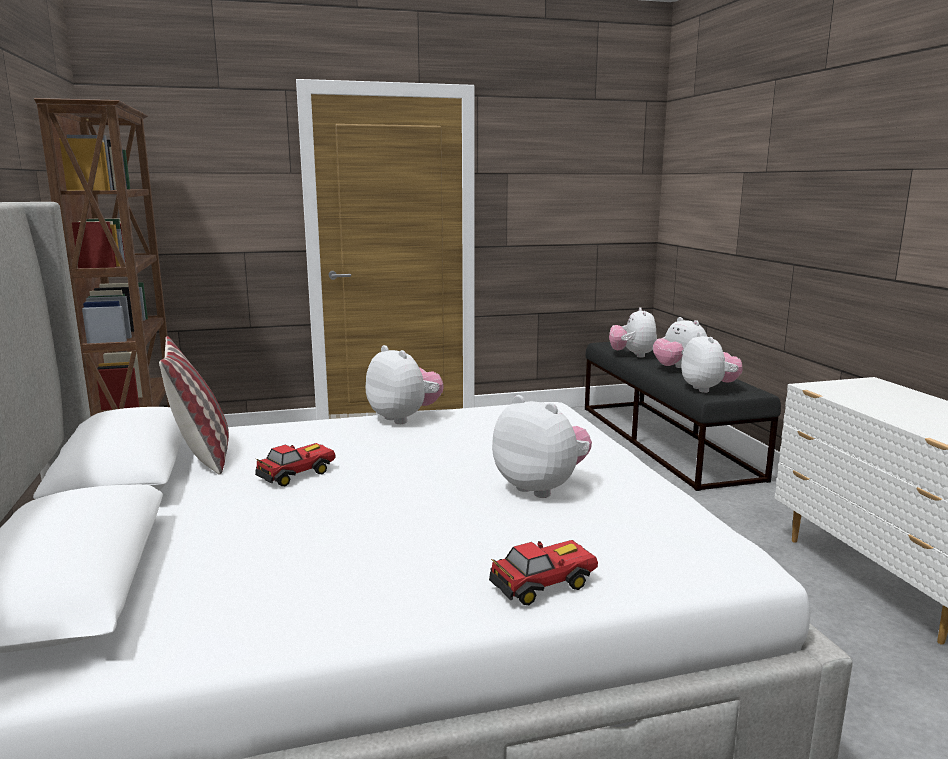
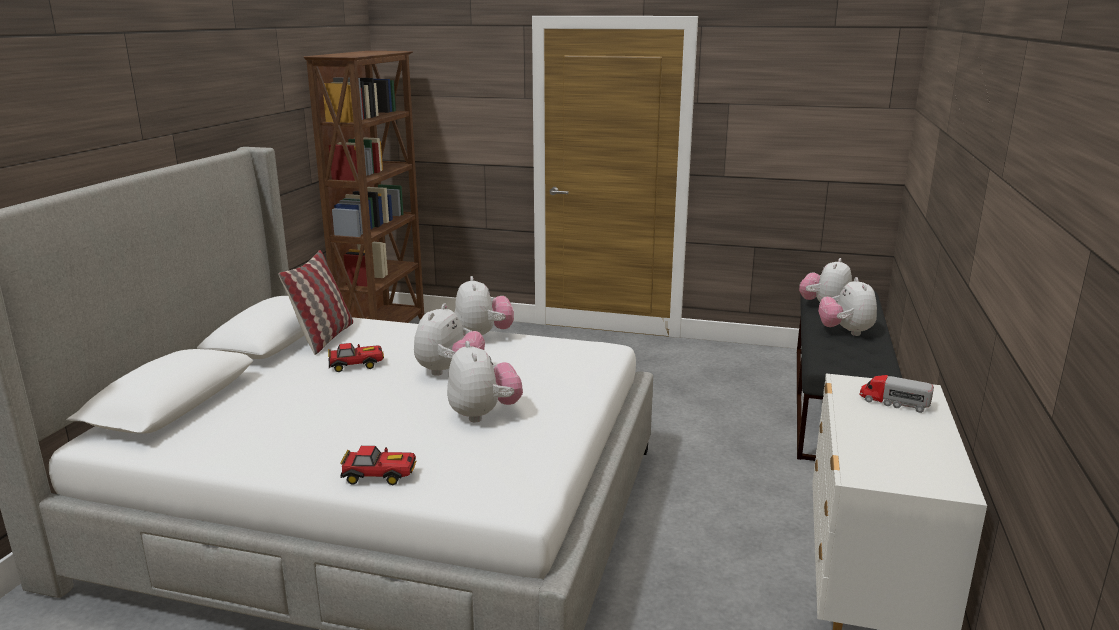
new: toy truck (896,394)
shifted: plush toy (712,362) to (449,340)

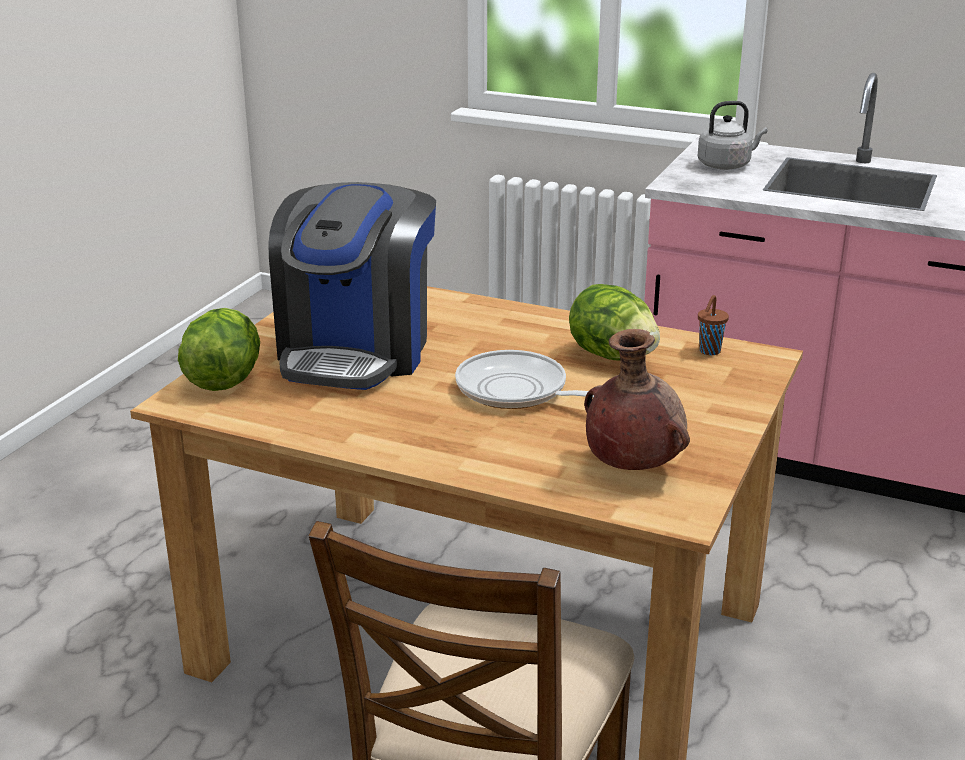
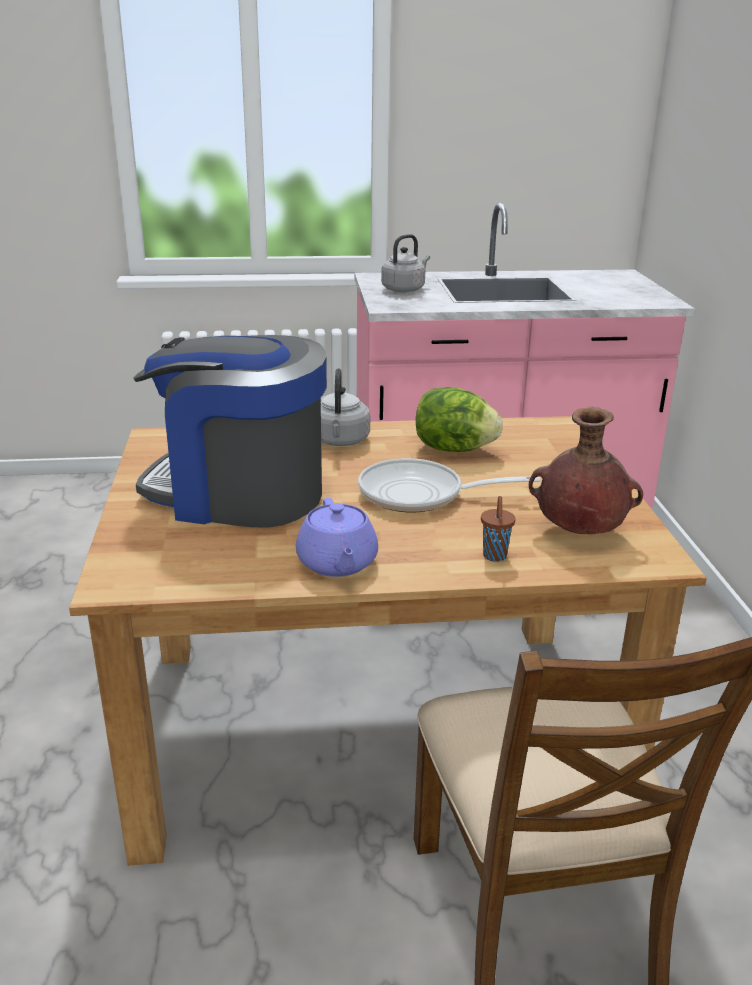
gone: lettuce (219,349)
new: purple teapot (337,537); grey kettle (345,407)
shifted: brown cup (713,325) to (498,529)
rotated: coffee machine (352,286) = (230,431) 120 degrees clockwise

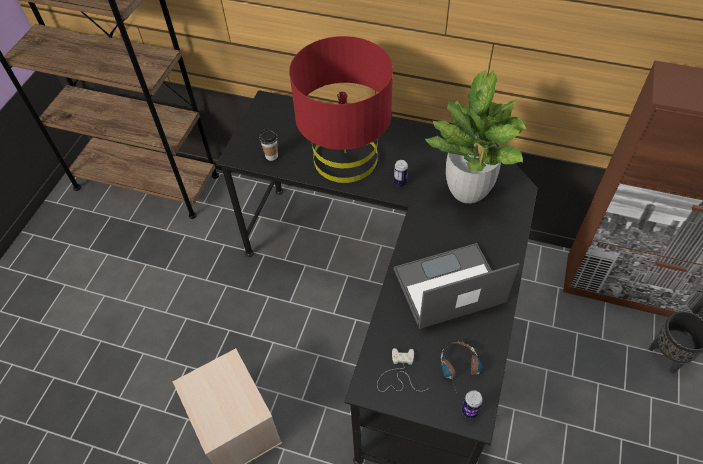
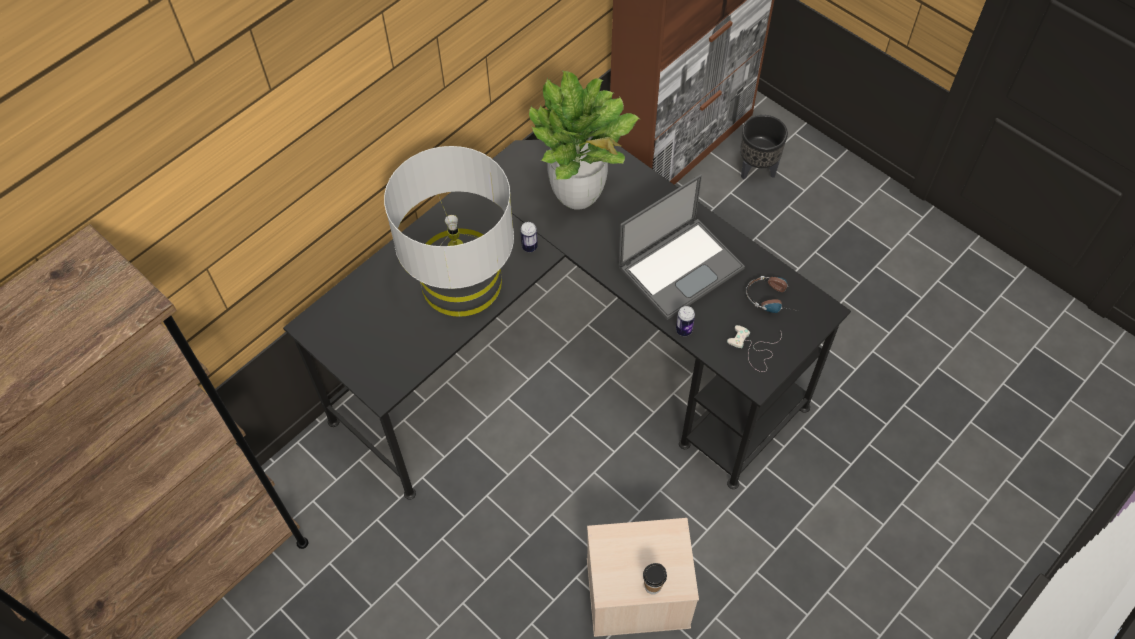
shifted: cup (268,145) to (655,579); can (472,404) to (685,321)
repainted: red table lamp (341,109) to grey table lamp (449,231)
rotated: laptop (457,286) = (681,247) 135 degrees counterclockwise

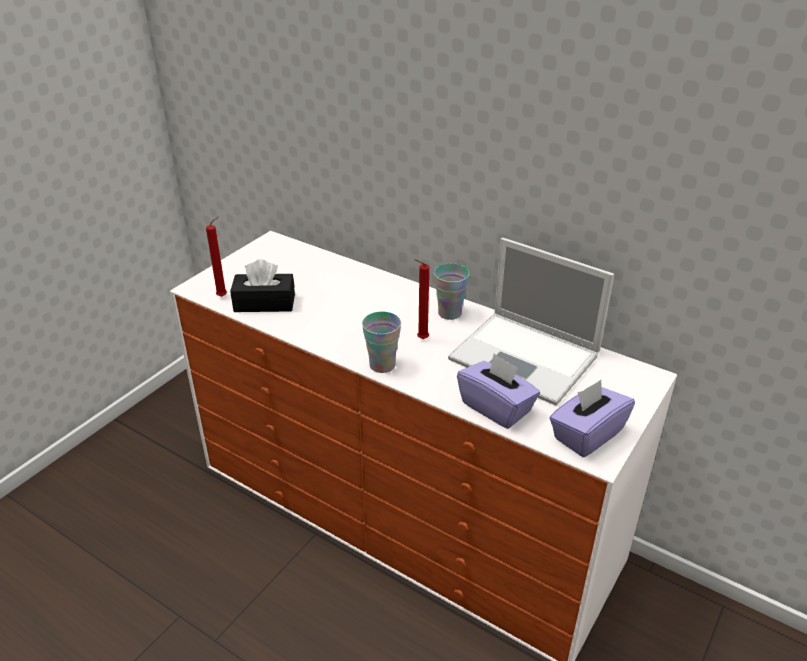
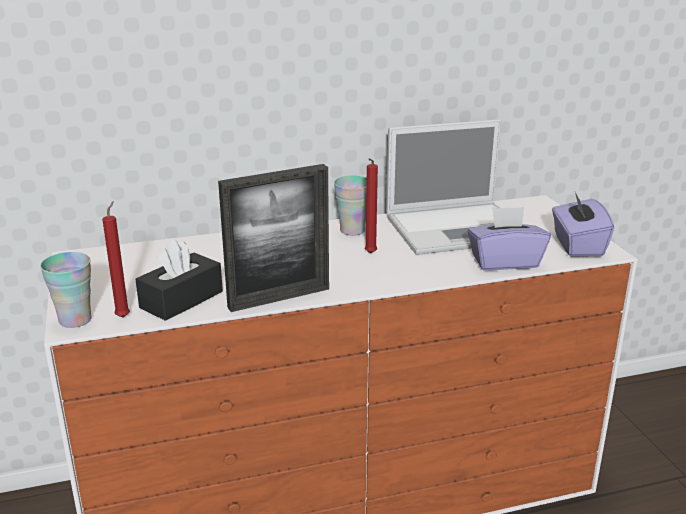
new: picture frame (273,238)
shifted: cup (381,342) to (66,290)

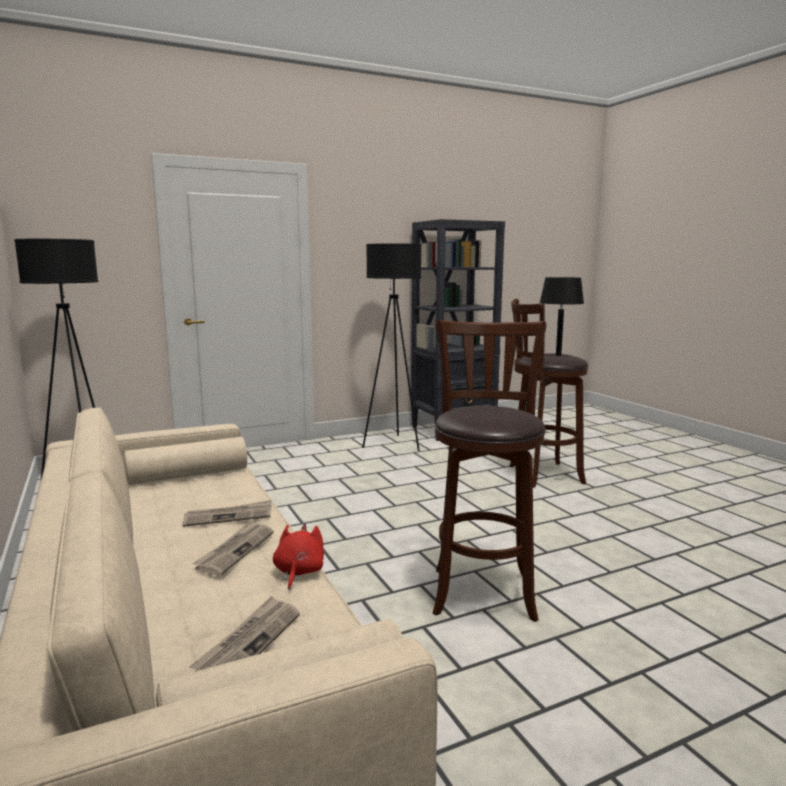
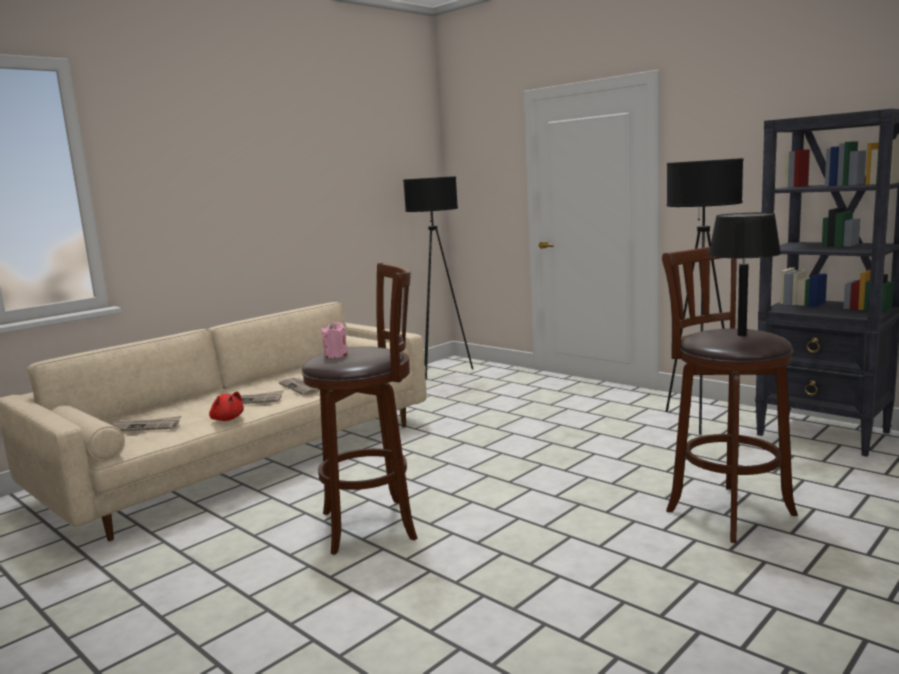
new: pink candle (334,340)
rotated: red plush toy (298,556) = (226,406) 60 degrees clockwise

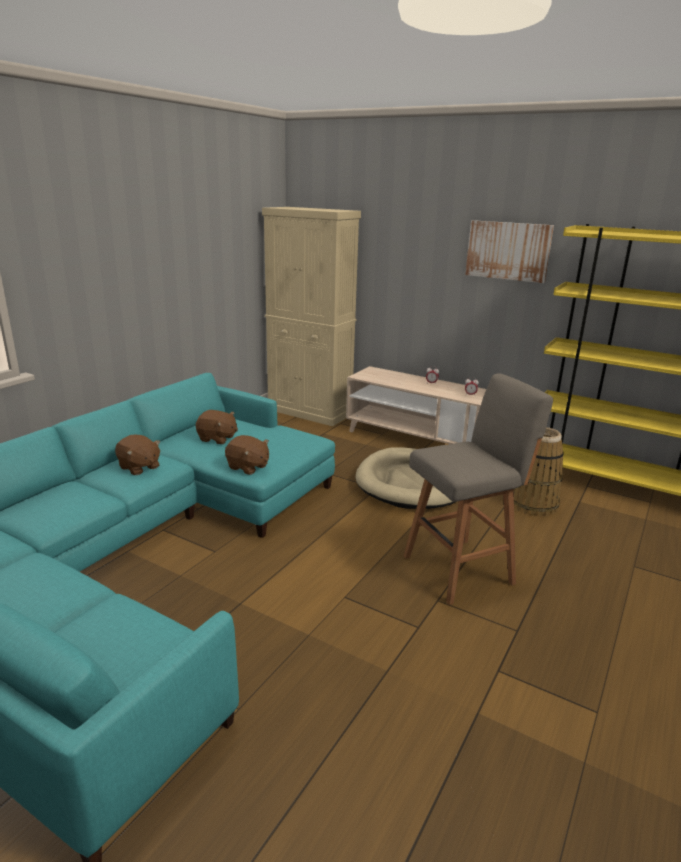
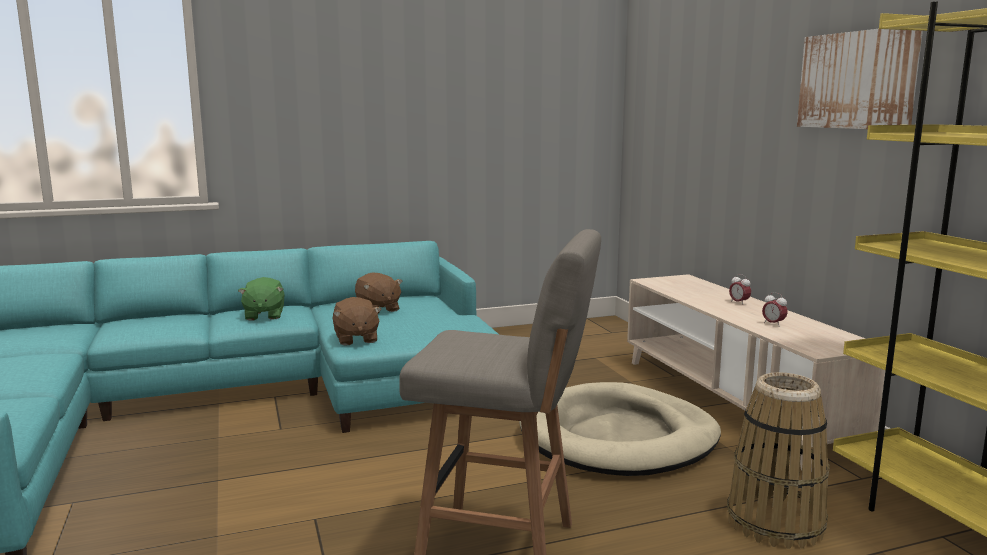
gone: beige cabinet (311,316)
repainted: brown plush toy (137,454) to green plush toy (261,299)

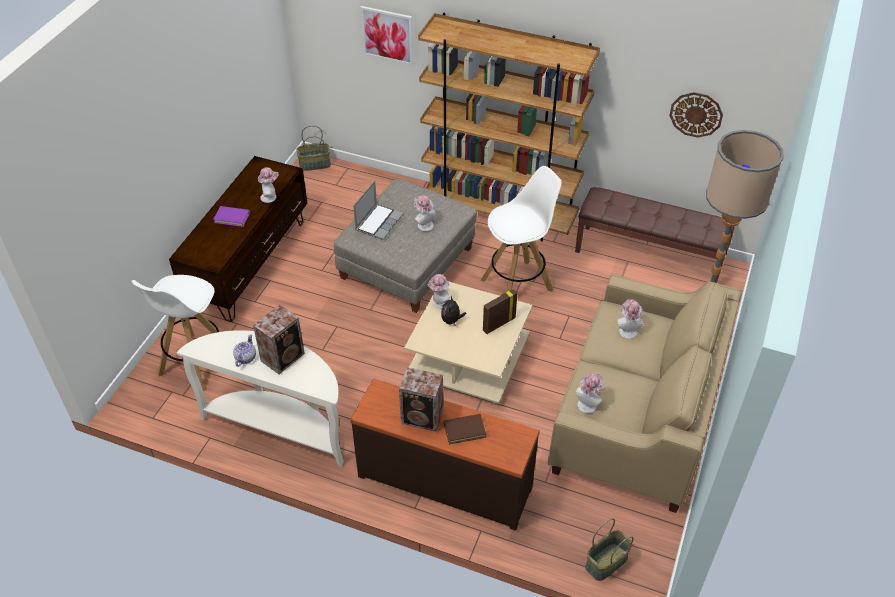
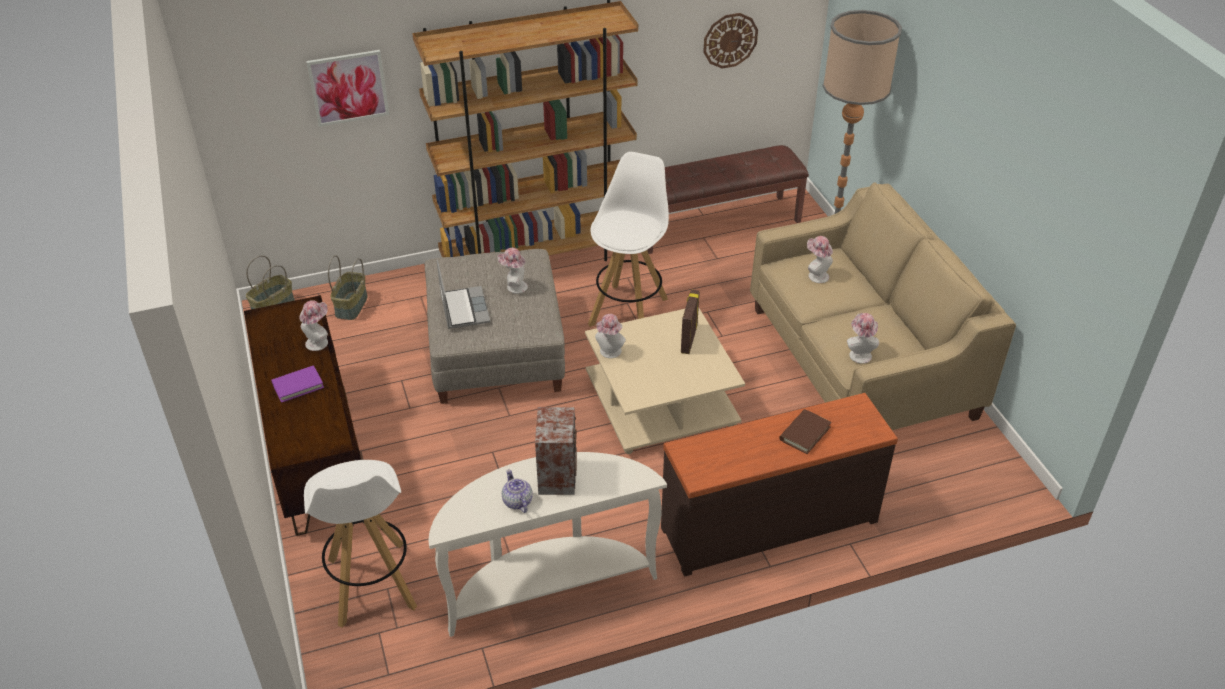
gone: speaker (421,399); plush toy (453,310)
shifted: basket (609,549) to (348,287)

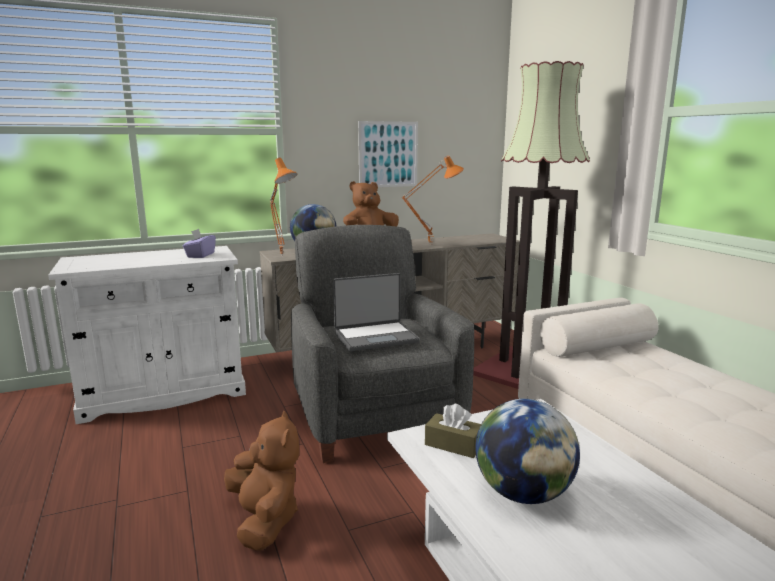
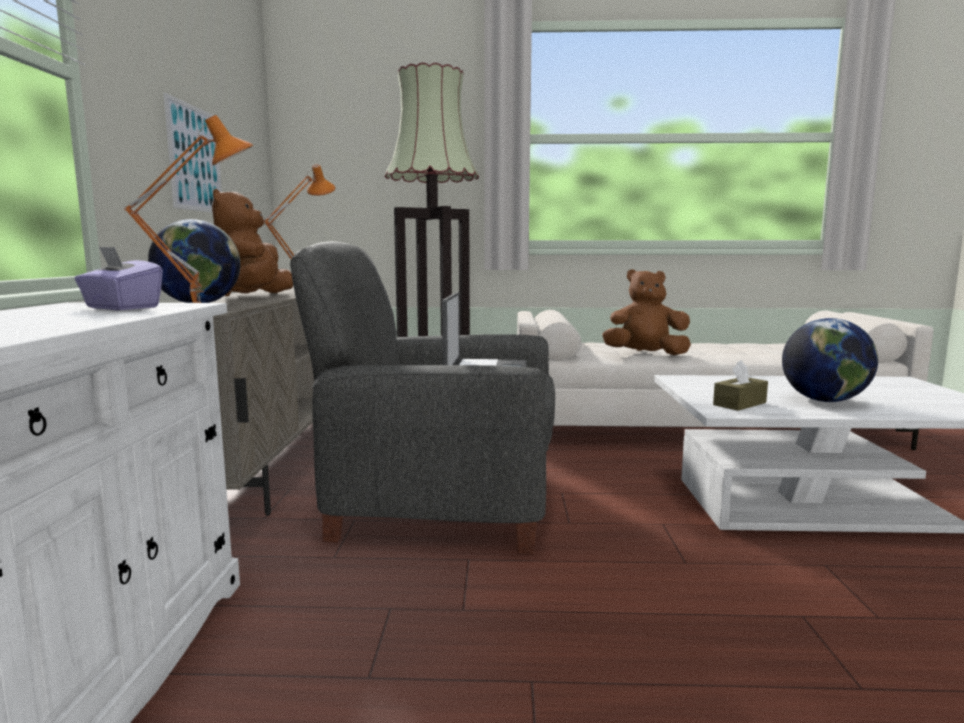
shifted: brown plush toy (262,480) to (646,312)

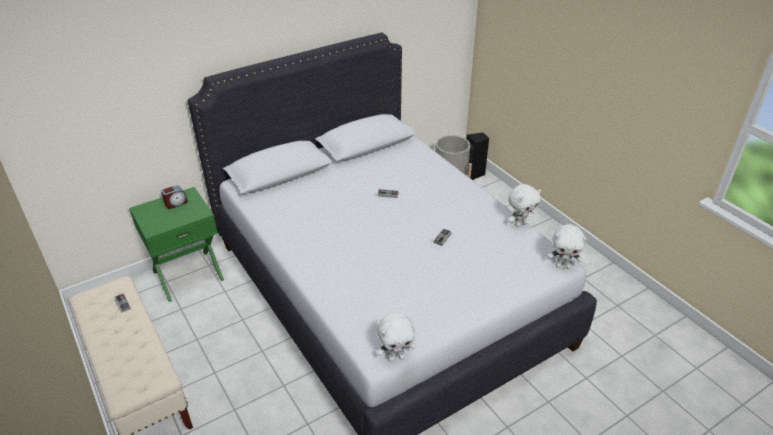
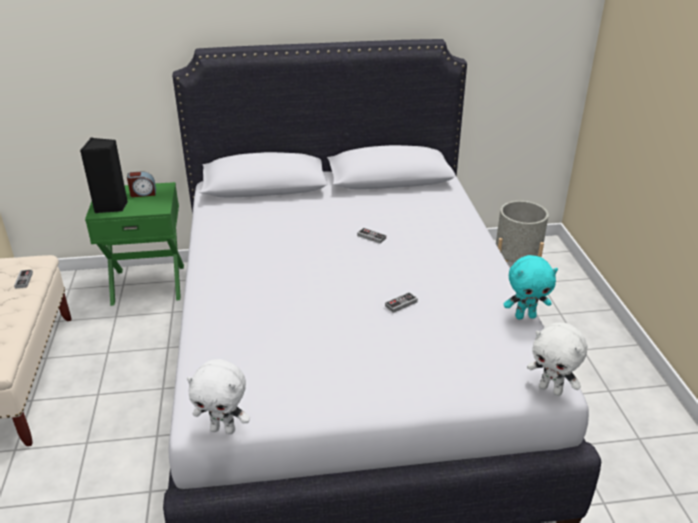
shifted: black speaker (477,156) to (104,175)
repainted: white plush toy (524,205) to turquoise plush toy (531,287)

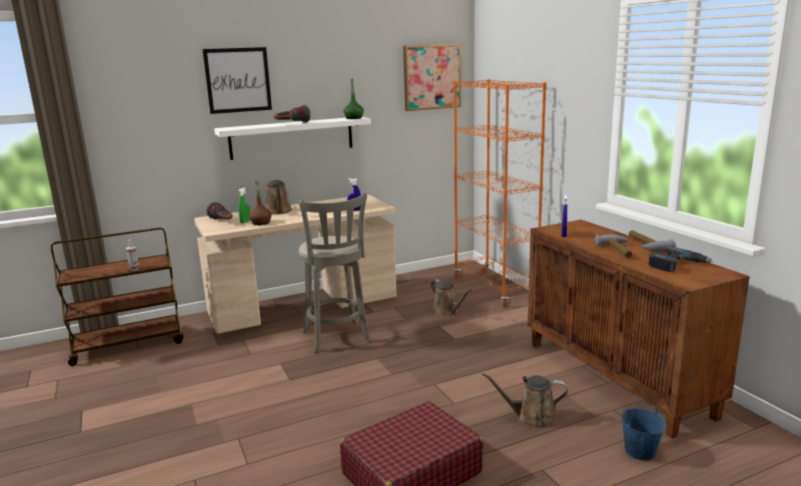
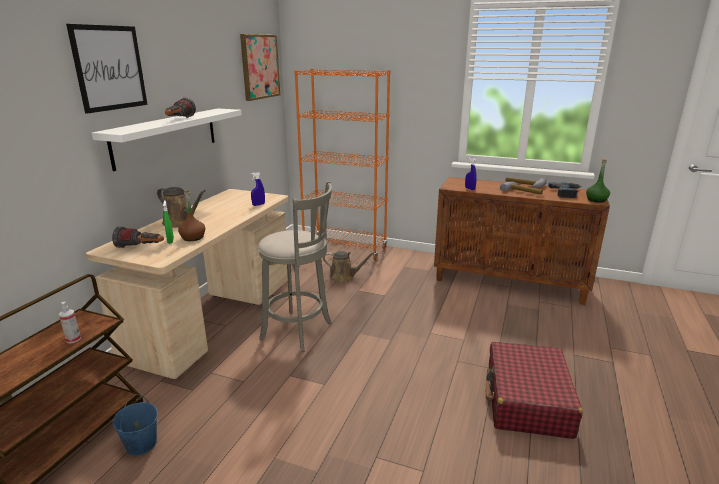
gone: brown watering can (524,400)
shifted: blue bucket (643,429) to (135,425); green bottle (354,98) to (598,181)

